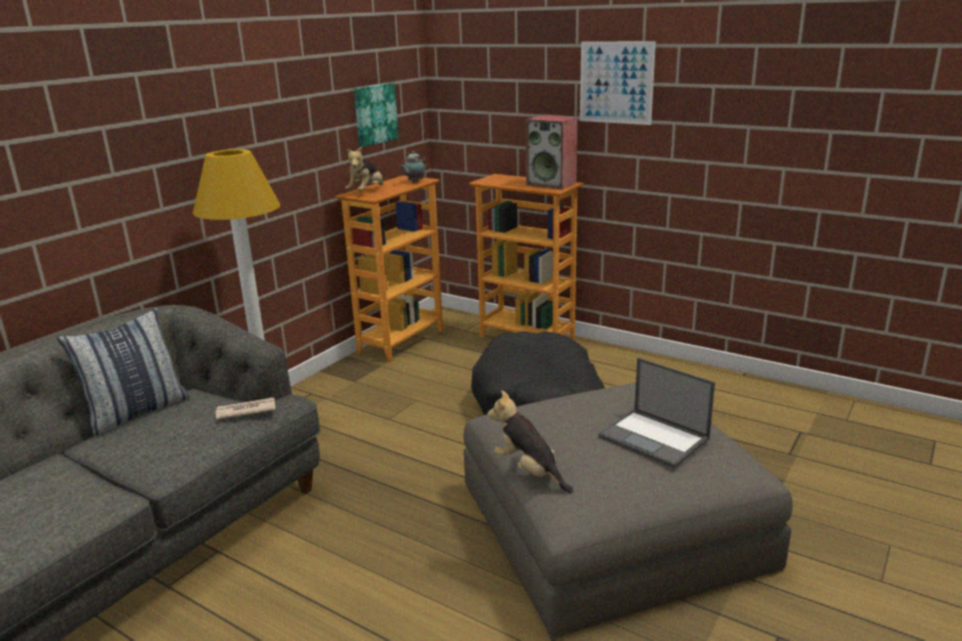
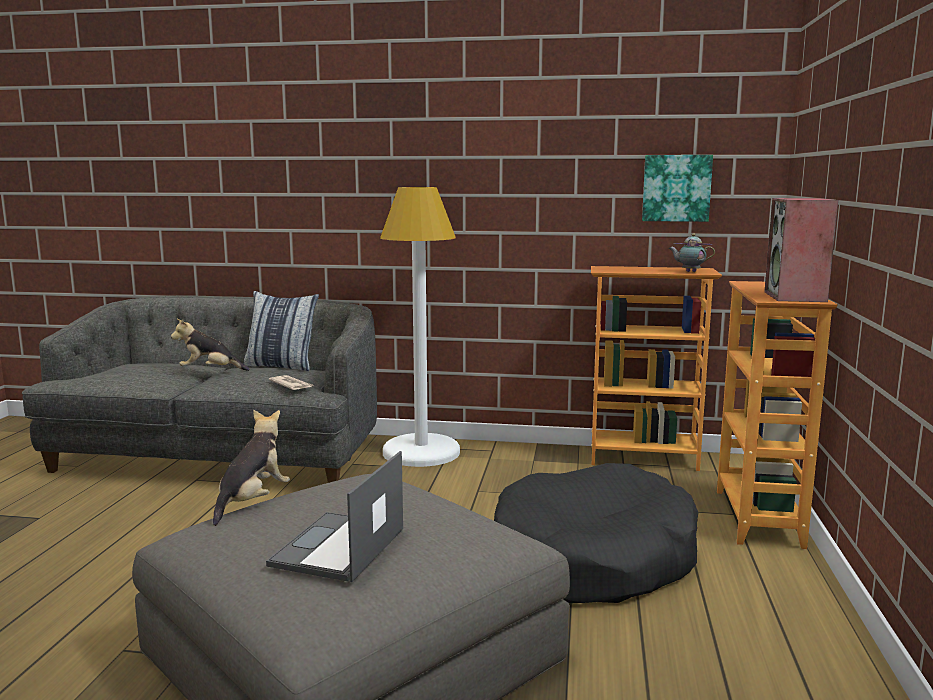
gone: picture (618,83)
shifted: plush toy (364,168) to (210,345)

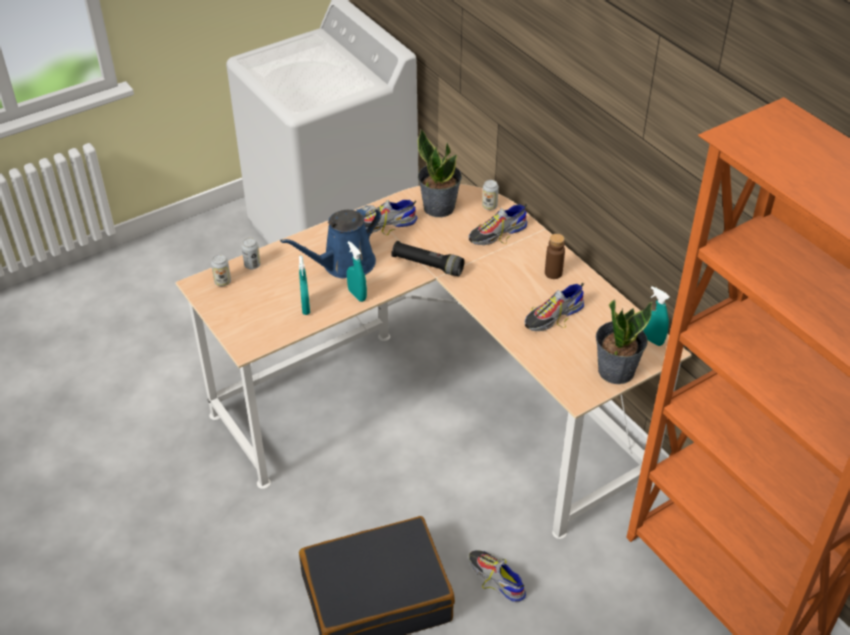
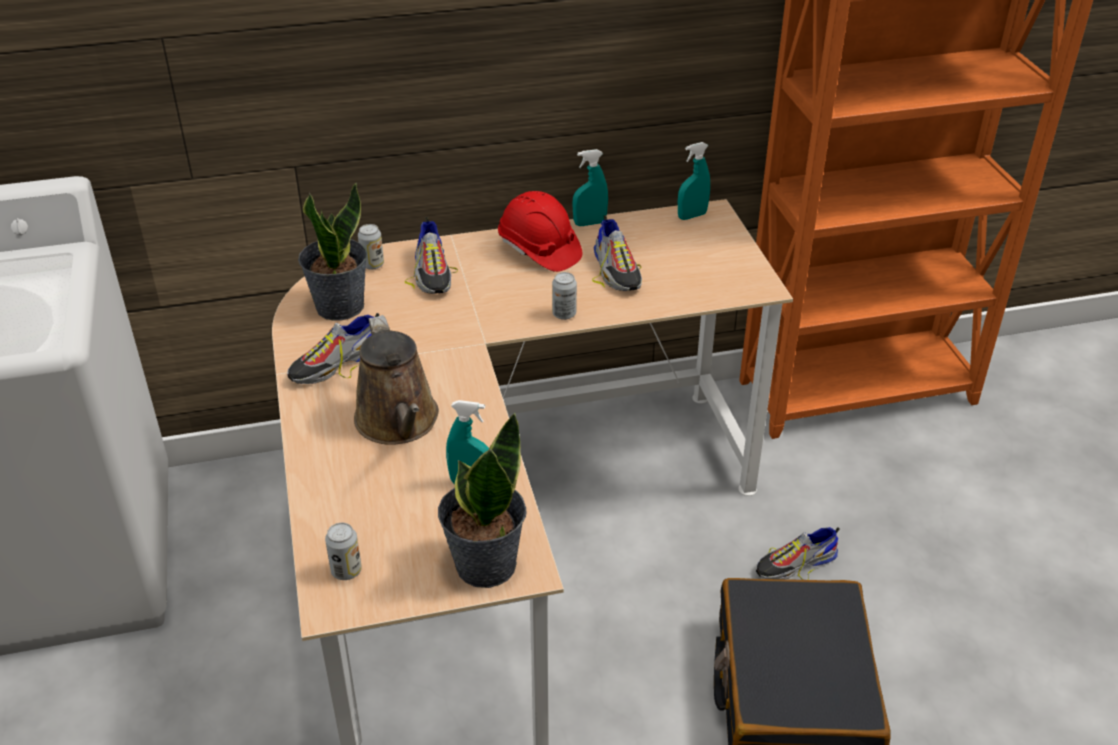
gone: black flashlight (428,258)
shifted: potted plant (624,341) to (482,500); can (251,253) to (564,296); turquoise spray bottle (357,271) to (590,187)
swapped: brown bottle (555,256) to red hard hat (540,231)
repainted: blue watering can (330,241) to brown watering can (396,380)
rotated: shoe (391,217) = (333,348) 45 degrees clockwise

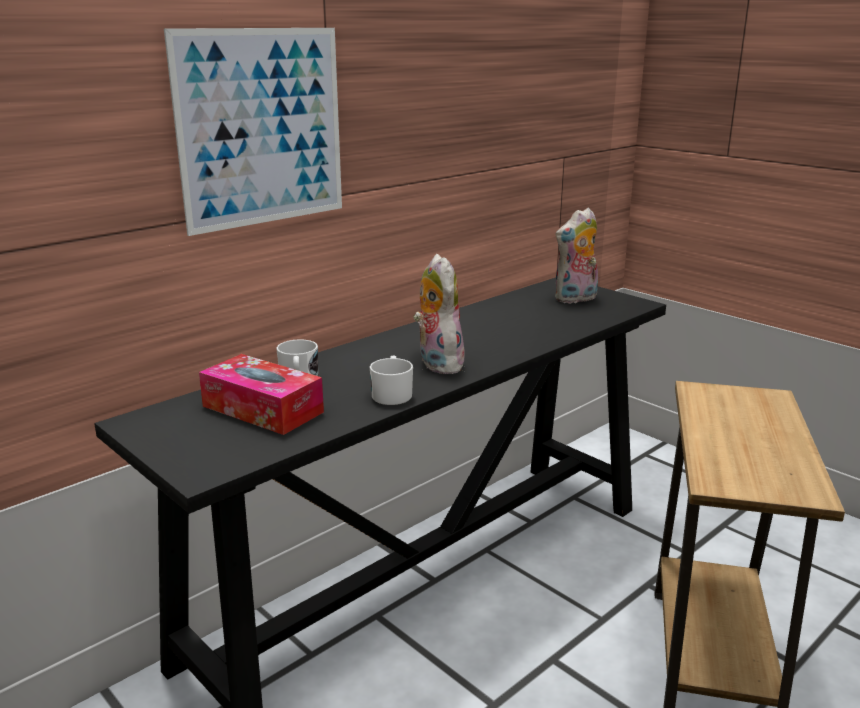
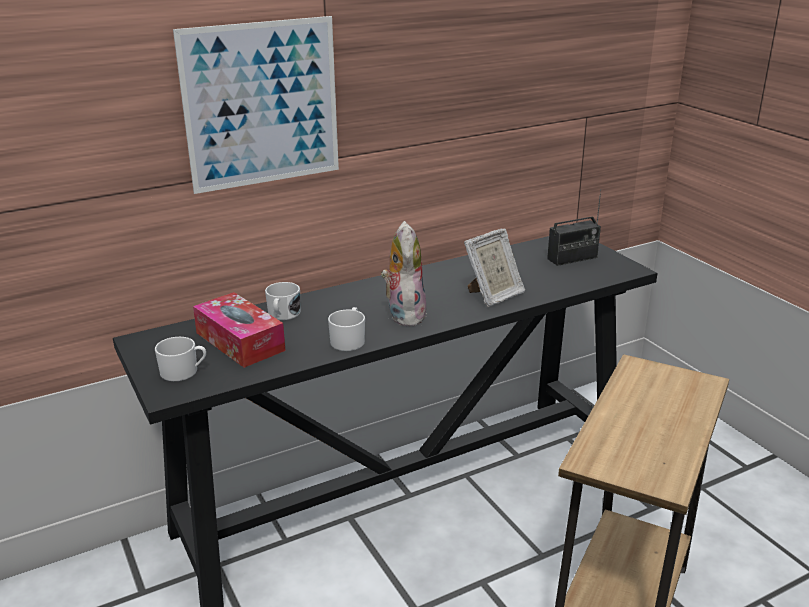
new: white mug (180,359); picture frame (494,268)
swapped: plush toy (576,255) to radio (574,227)

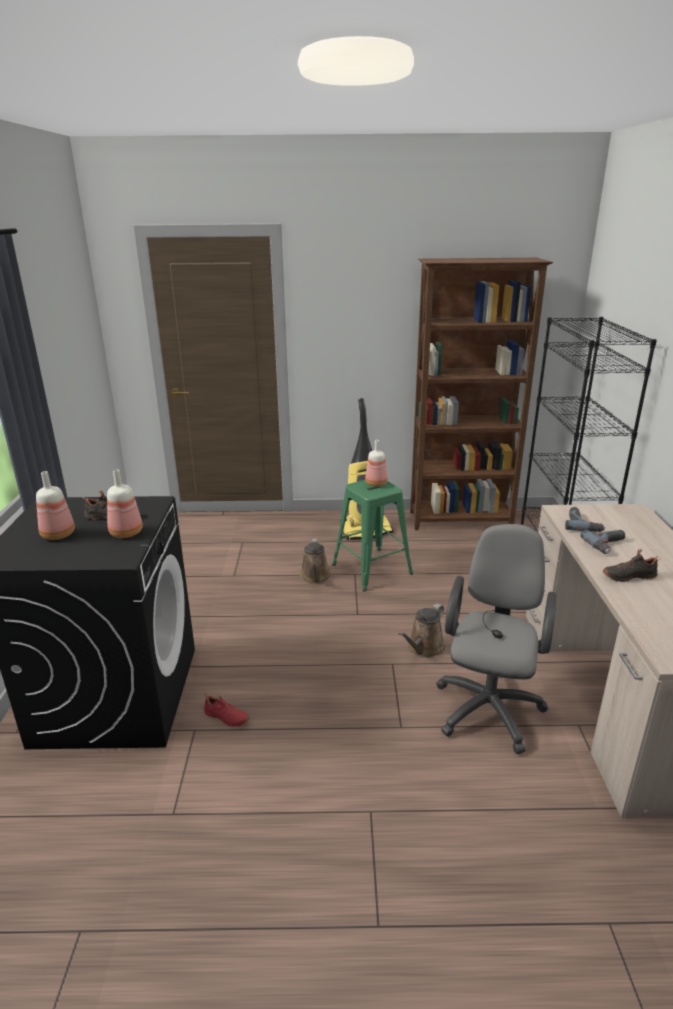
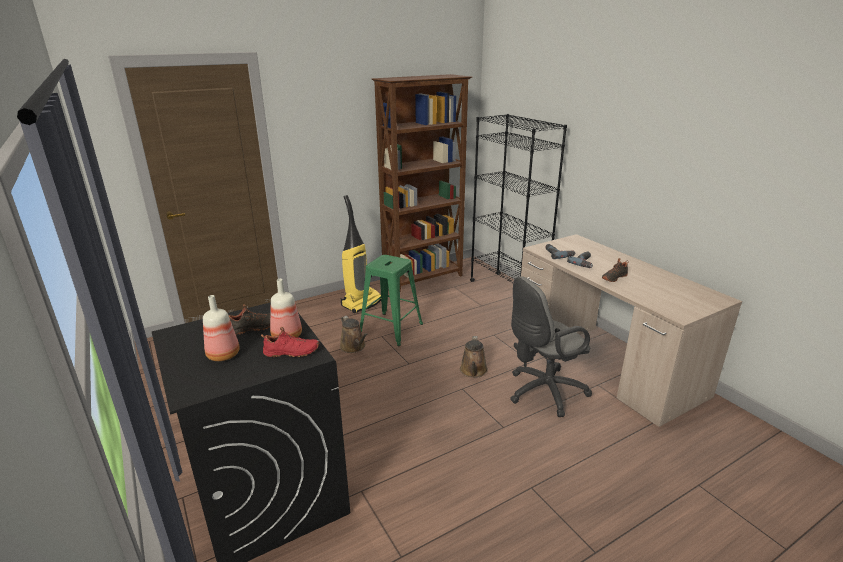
gone: bottle (376,463)
shifted: red shoe (226,710) to (290,342)
rotated: grey office chair (496,639) = (551,347) 105 degrees counterclockwise

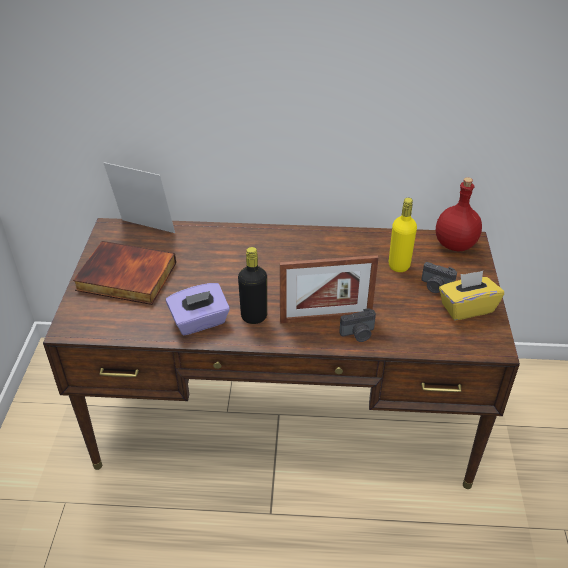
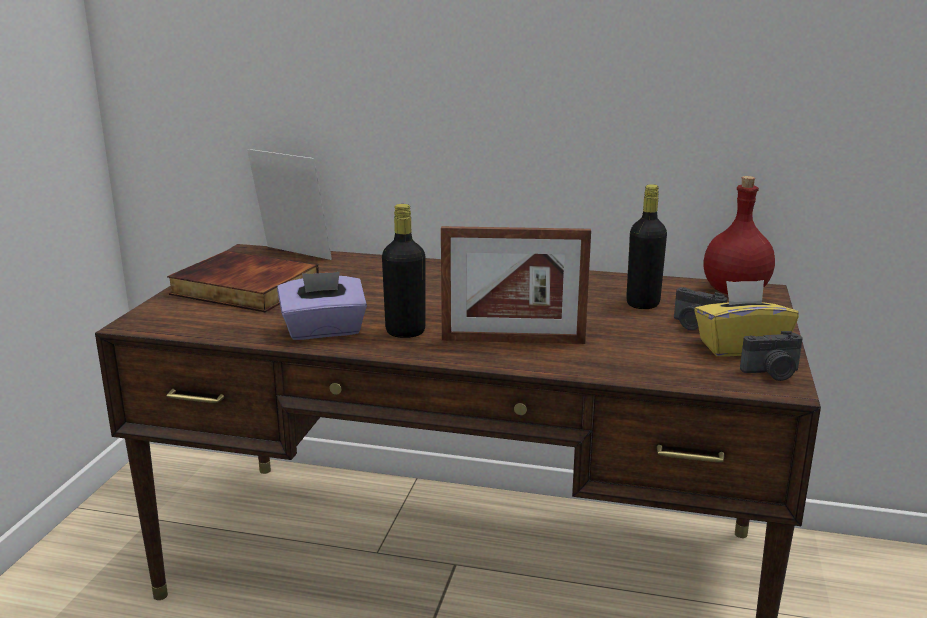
shifted: photo camera (357,325) to (771,356)
repainted: yellow bottle (403,235) to black bottle (646,246)

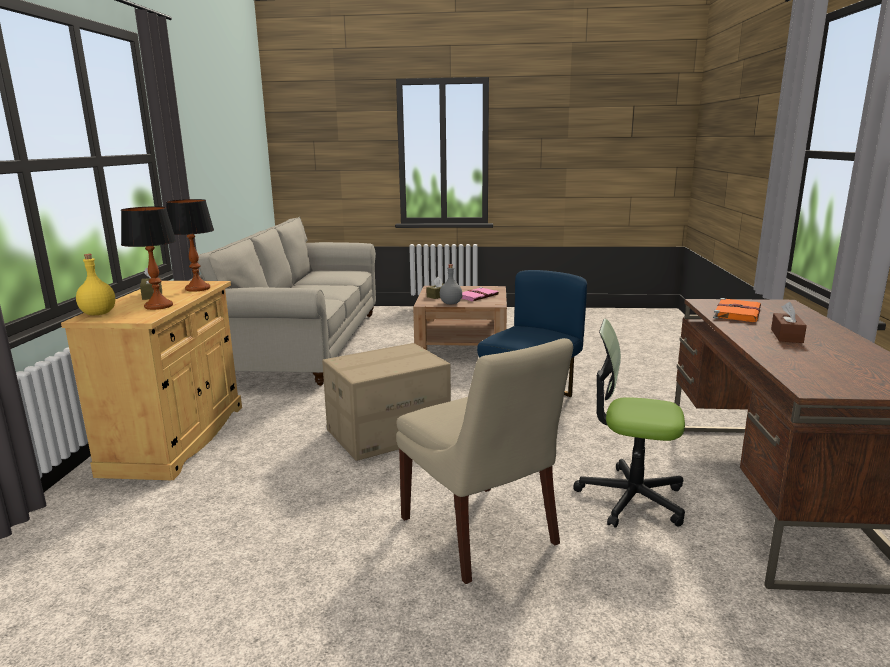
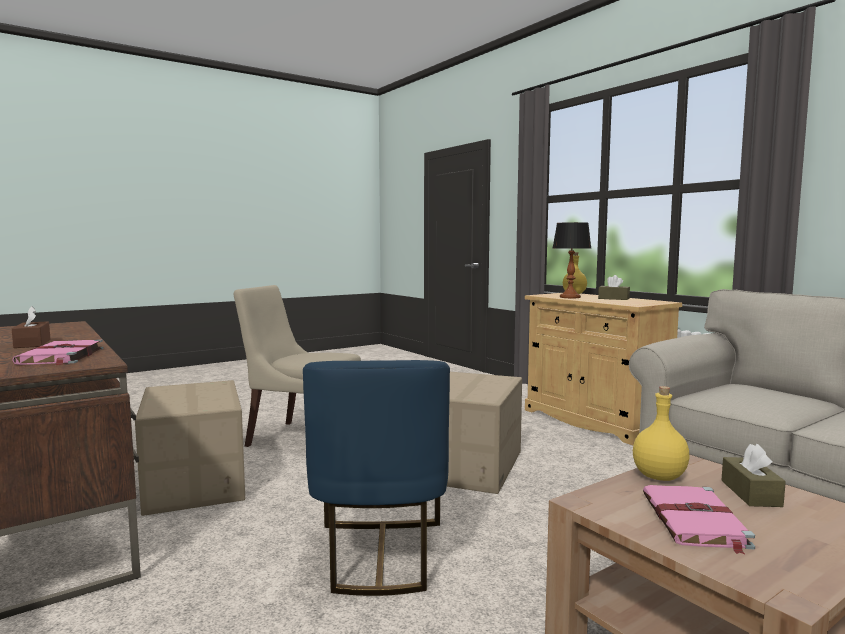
gone: table lamp (190,245)
swapped: office chair (629,423) to cardboard box (190,448)
repainted: orange book (737,310) to pink book (58,352); grey bottle (451,284) to yellow bottle (661,433)

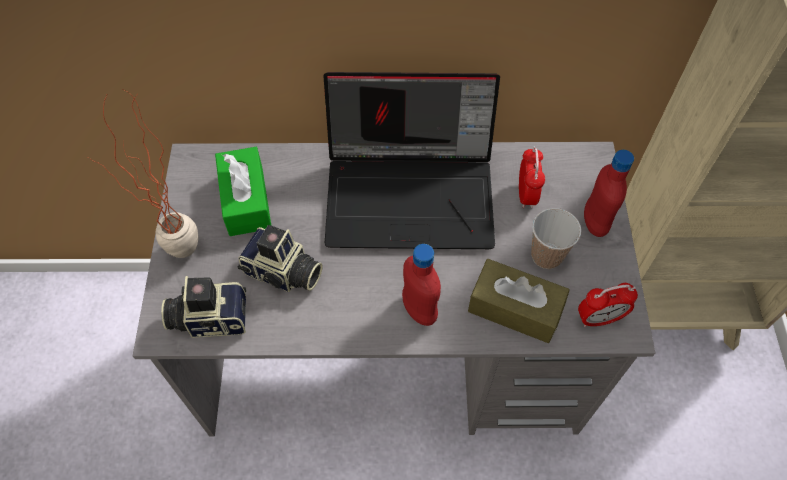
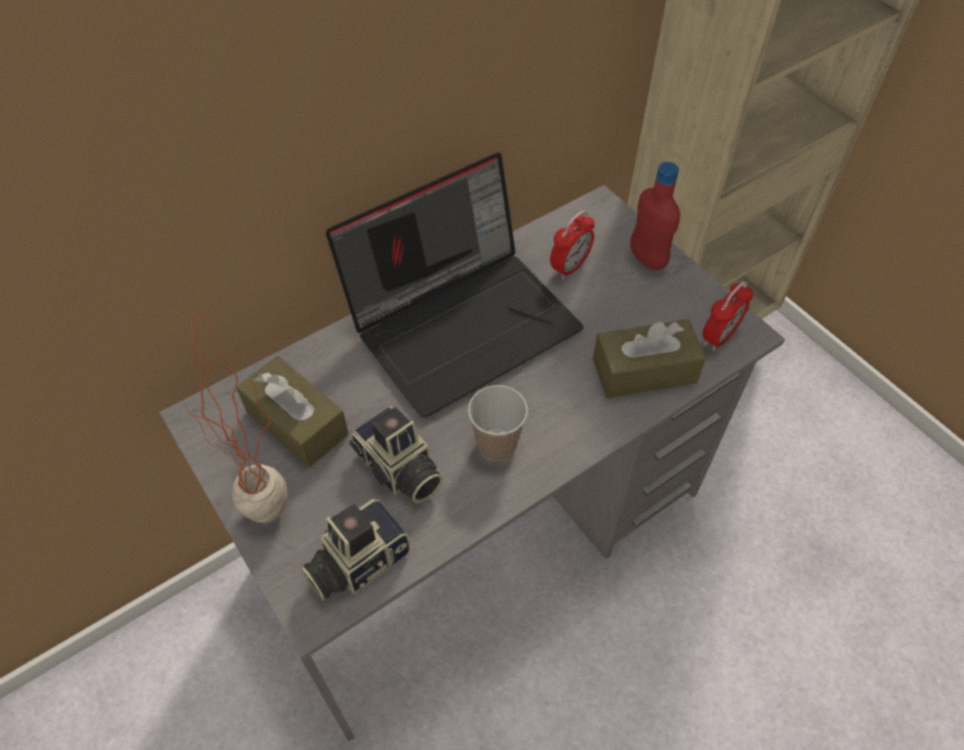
gone: red bottle (421,285)
shifted: cup (556,238) to (498,423)
repainted: green tissue box (243,191) to brown tissue box (292,412)
rotated: photo camera (279,258) = (396,454) 60 degrees clockwise; alarm clock (532,177) = (572,245) 75 degrees clockwise

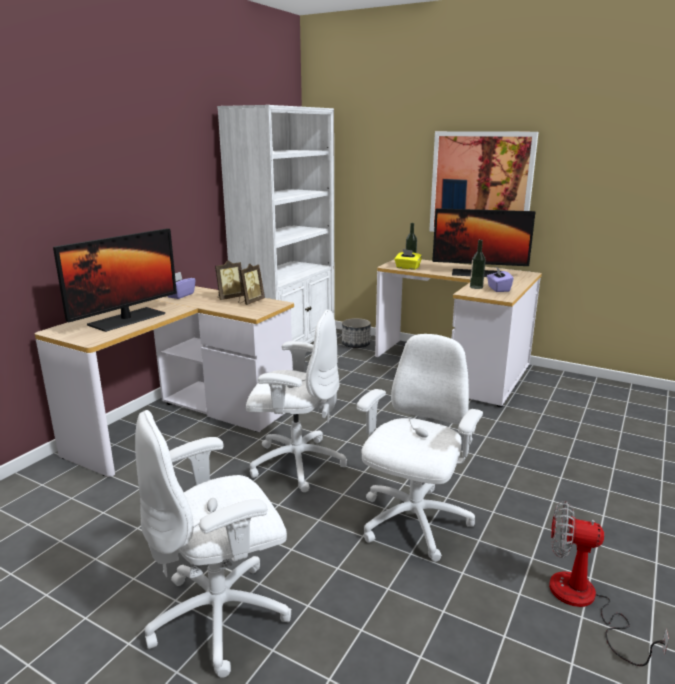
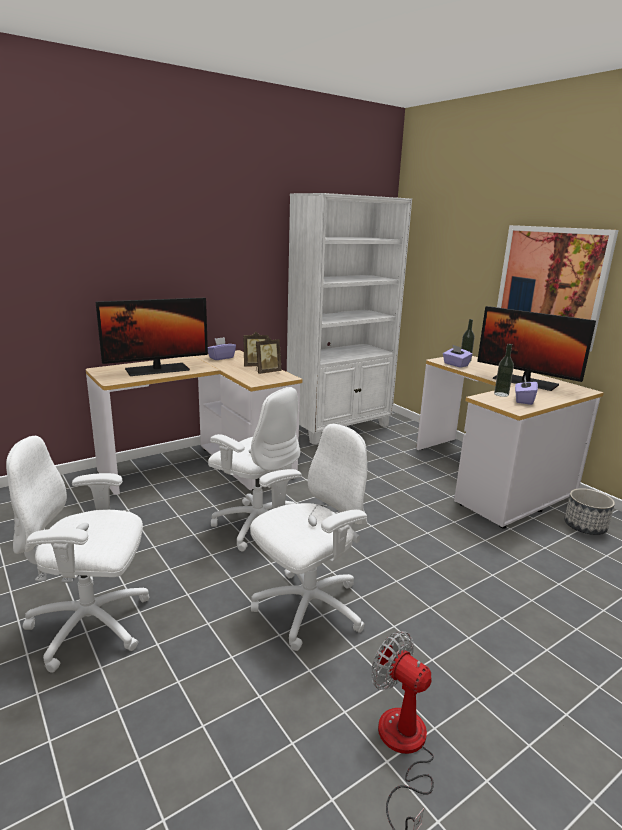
shifted: planter (356,333) to (589,511)
repainted: yellow tissue box (408,259) to purple tissue box (458,356)

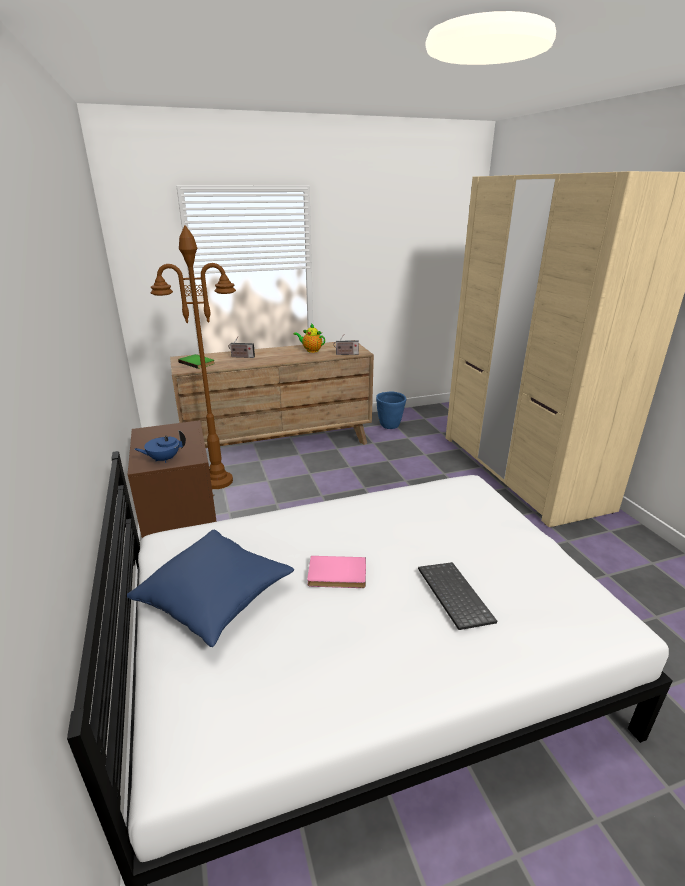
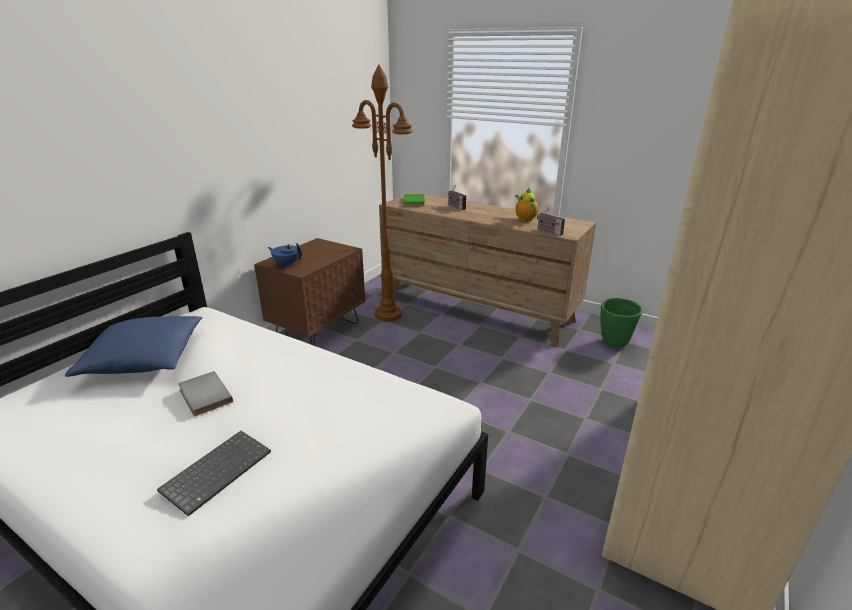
repainted: pink book (336,572) to grey book (205,393); blue planter (391,410) to green planter (621,323)

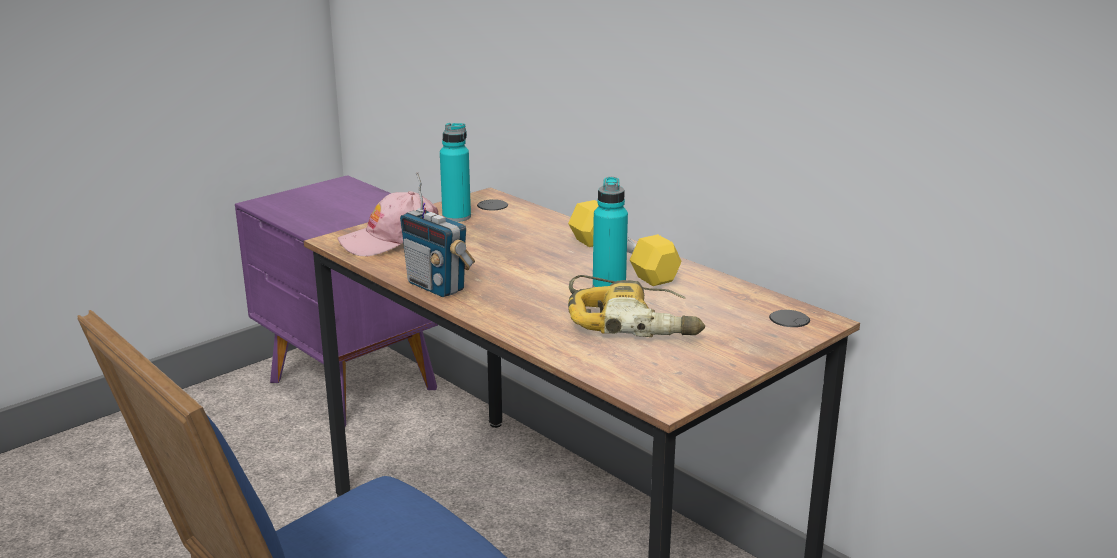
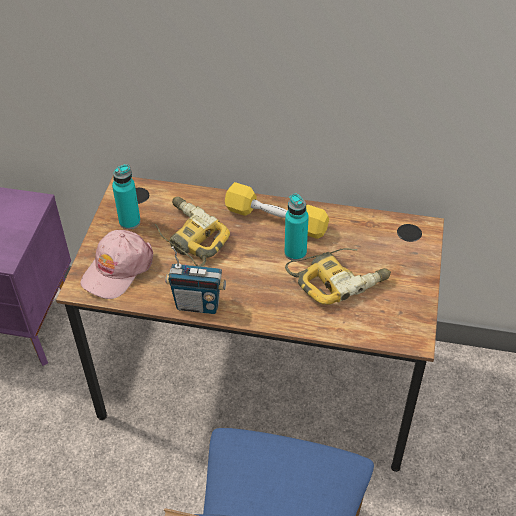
new: power drill (192,232)

